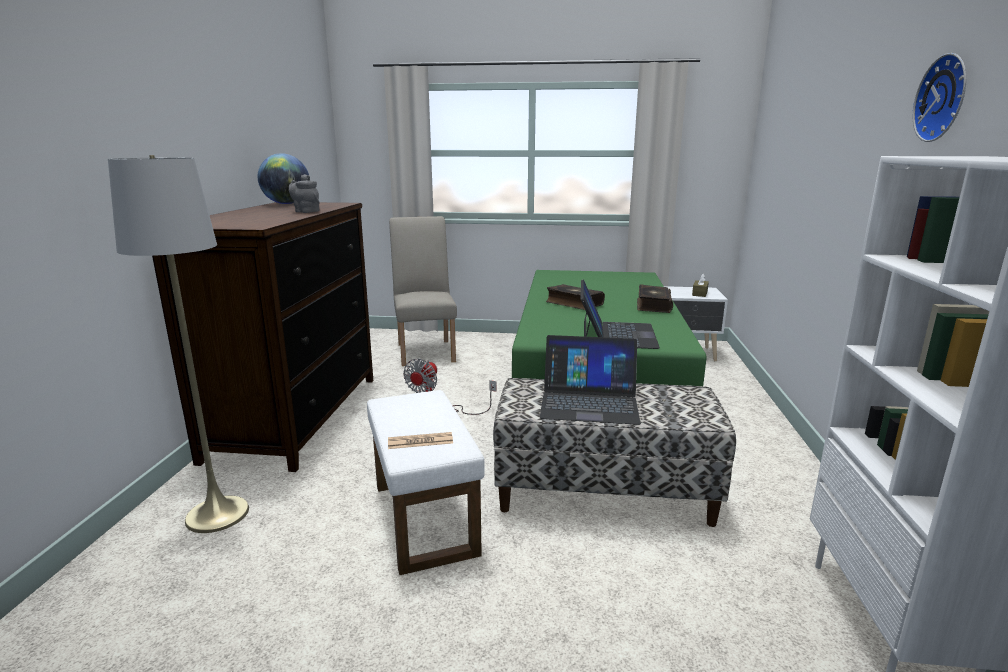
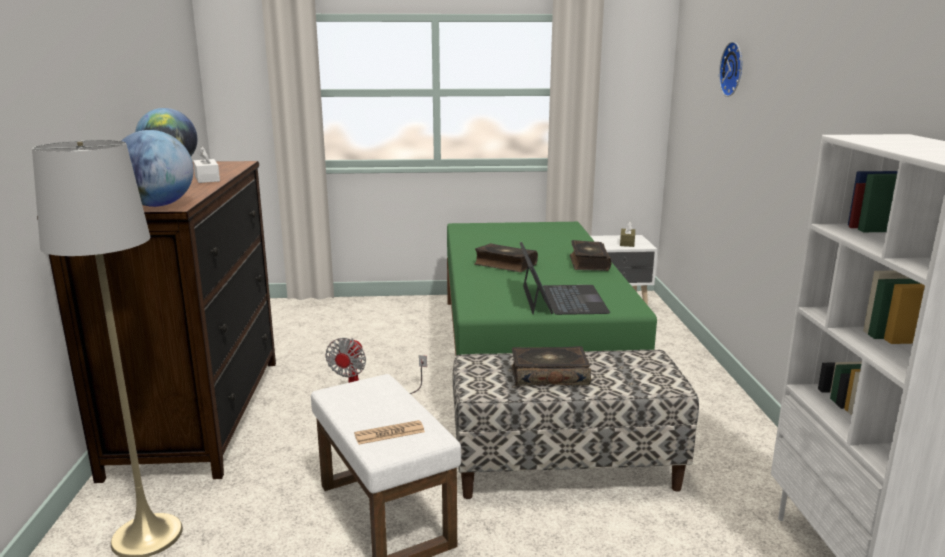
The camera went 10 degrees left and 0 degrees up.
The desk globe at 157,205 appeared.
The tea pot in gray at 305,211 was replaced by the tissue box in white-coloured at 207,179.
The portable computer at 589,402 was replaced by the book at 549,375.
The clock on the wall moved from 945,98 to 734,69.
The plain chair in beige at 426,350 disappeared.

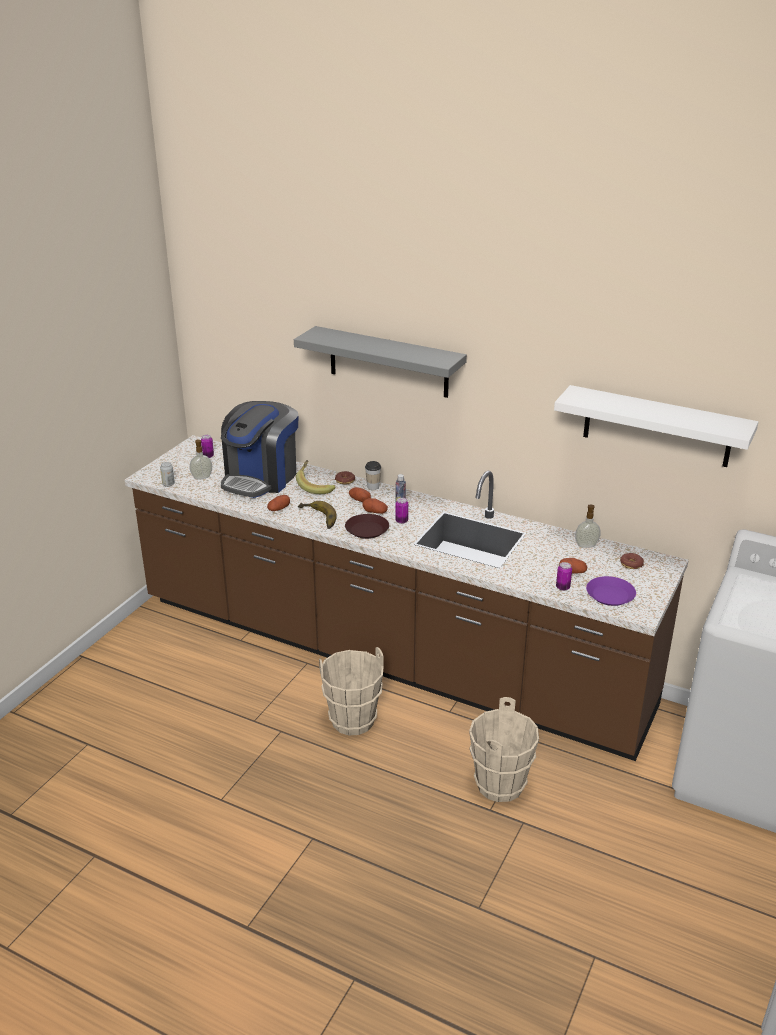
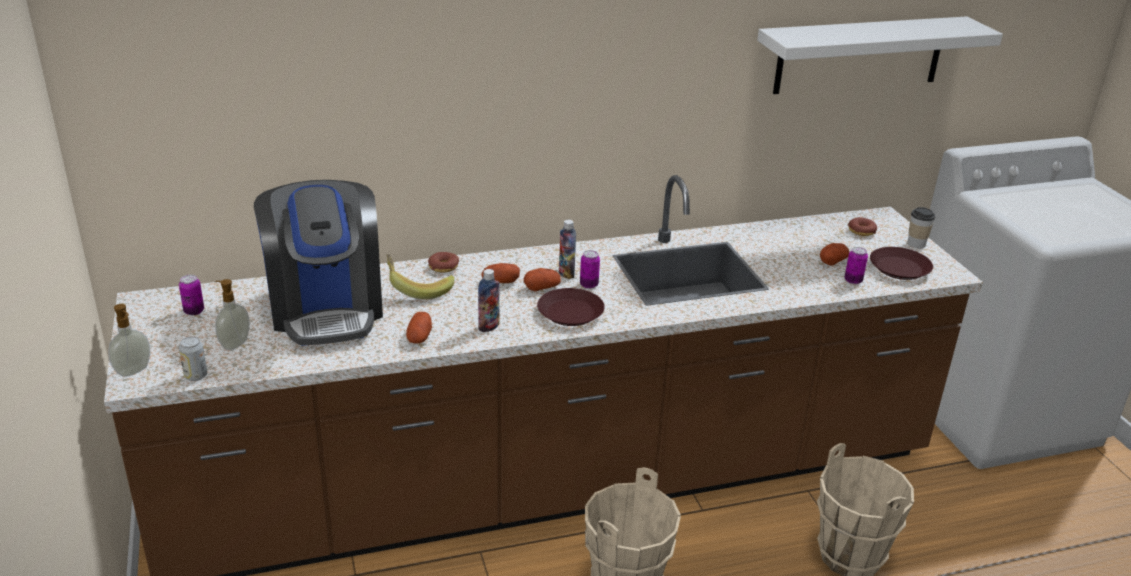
The camera went 45 degrees left and 0 degrees up.
The soap bottle moved from 586,546 to 134,371.
The banana at 317,518 was replaced by the drink bottle at 489,326.
The dinner plate in purple-coloured at 610,595 became the dinner plate in brownish at 899,268.
The small cup moved from 373,486 to 916,244.
The shelf in gray at 388,362 disappeared.

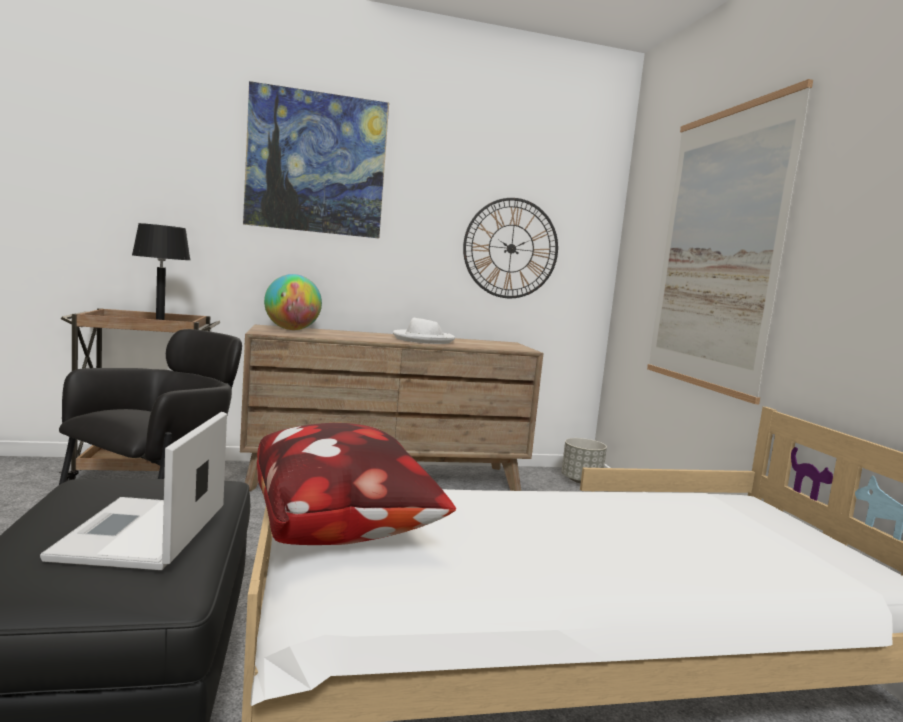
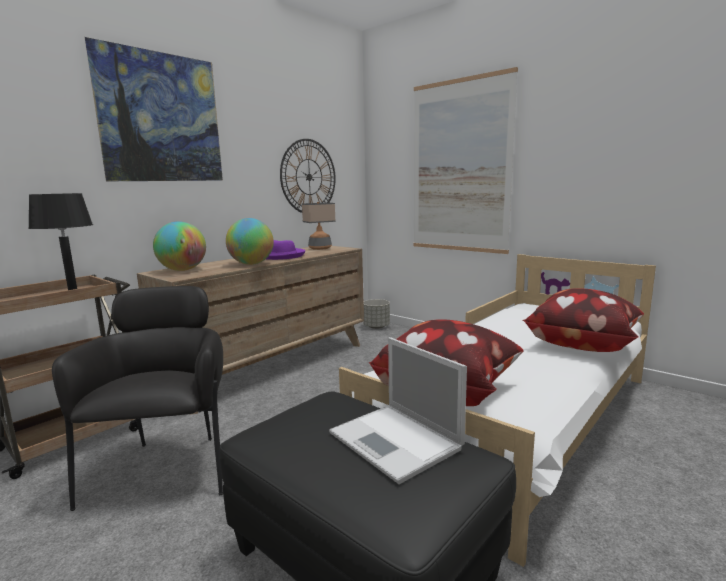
The camera went 35 degrees left and 5 degrees up.
The desk globe at 251,264 appeared.
The hat in white-coloured at 423,340 became the hat in purple-coloured at 281,256.
The lamp for a table at 320,248 appeared.
The throw pillow at 581,344 appeared.

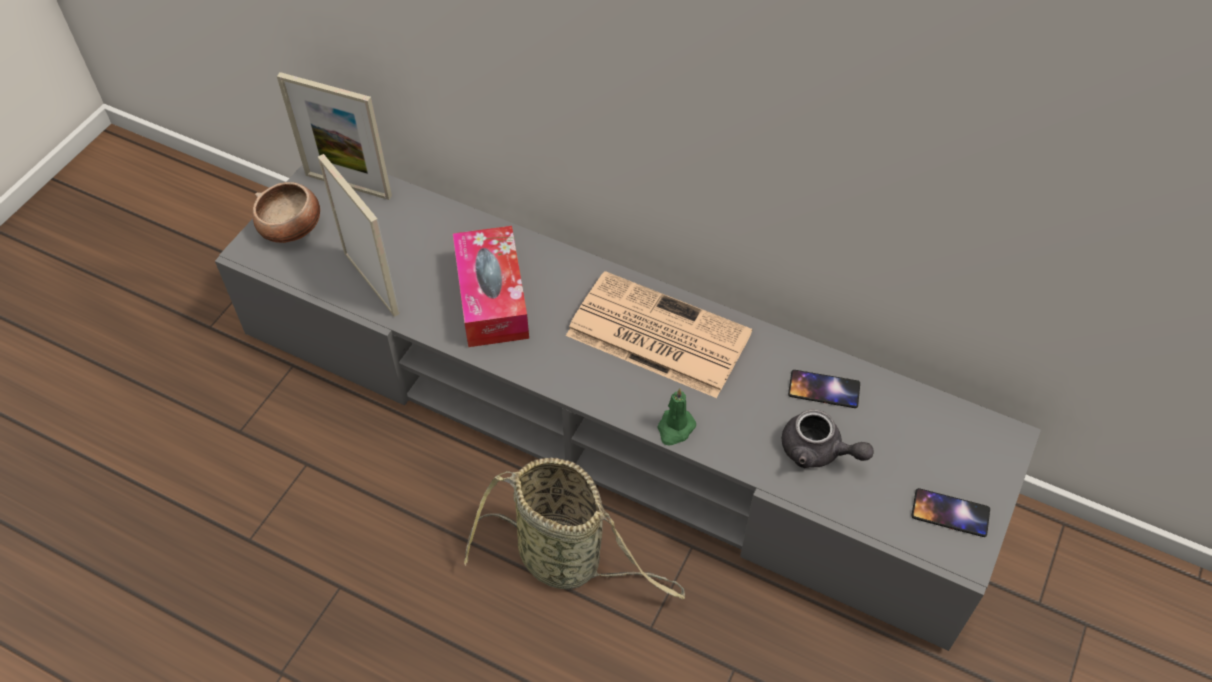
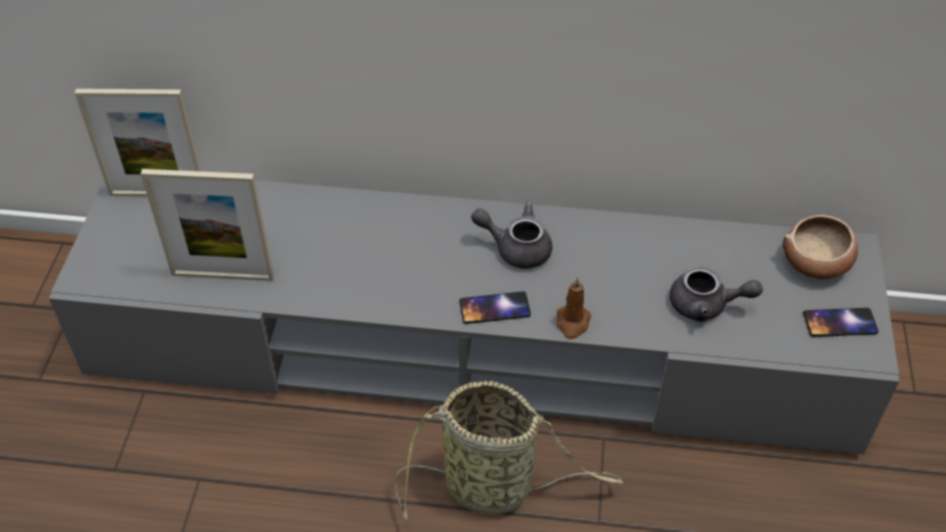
The camera went 20 degrees left and 5 degrees down.
The standing frame at 371,283 turned 150 degrees clockwise.
The telephone moved from 824,389 to 494,308.
The newspaper at 655,334 was replaced by the tea pot in gray at 516,248.
The candle in green-coloured at 675,428 became the candle in brownish at 572,323.
The deep dish moved from 292,228 to 816,263.
The tissue box at 492,297 disappeared.

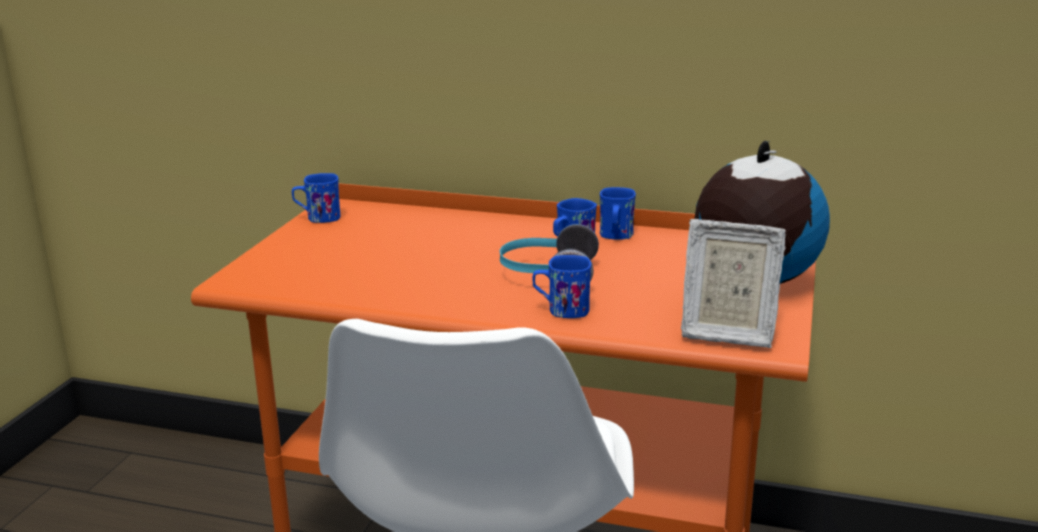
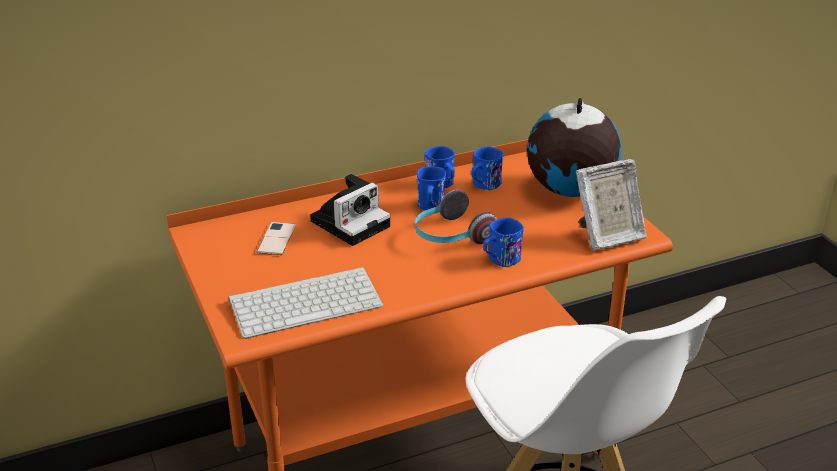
The camera went 40 degrees left and 10 degrees up.
The PC keyboard at 307,302 appeared.
The telephone at 276,239 appeared.
The photo camera at 351,222 appeared.
The mug in blue moved from 318,218 to 483,185.

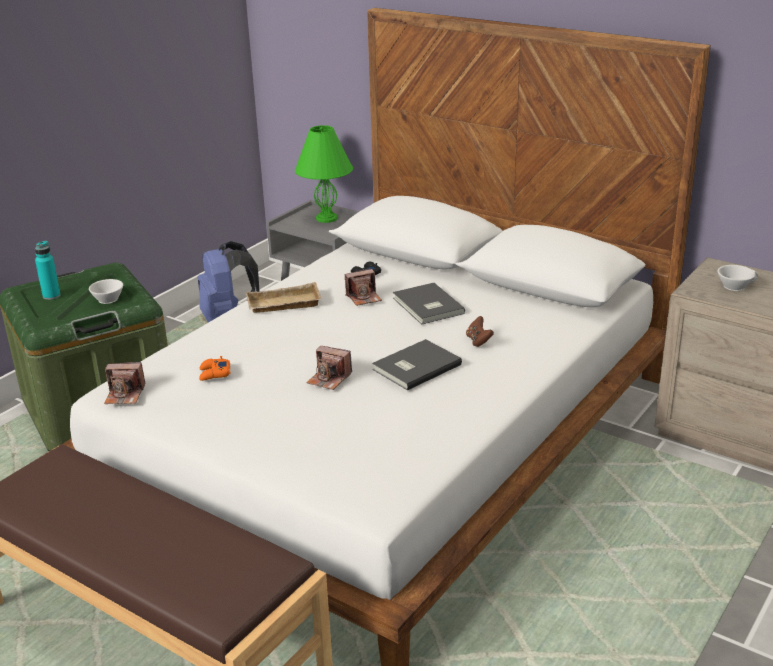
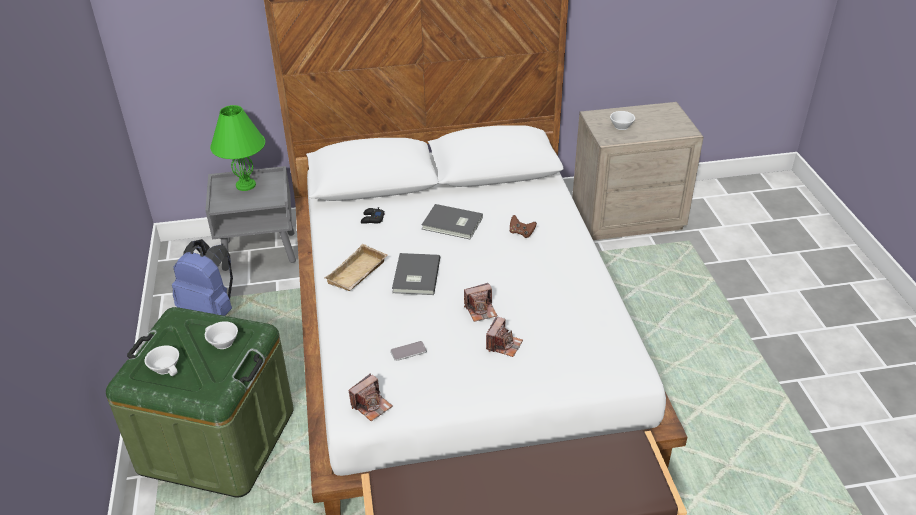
The camera went 45 degrees left and 10 degrees up.
The drink bottle in blue-green at 51,296 was replaced by the small cup in white-coloured at 166,367.
The joypad in orange-coloured at 214,373 was replaced by the telephone at 408,351.
The book in gray moved from 414,367 to 415,276.
The photo camera moved from 364,297 to 503,345.

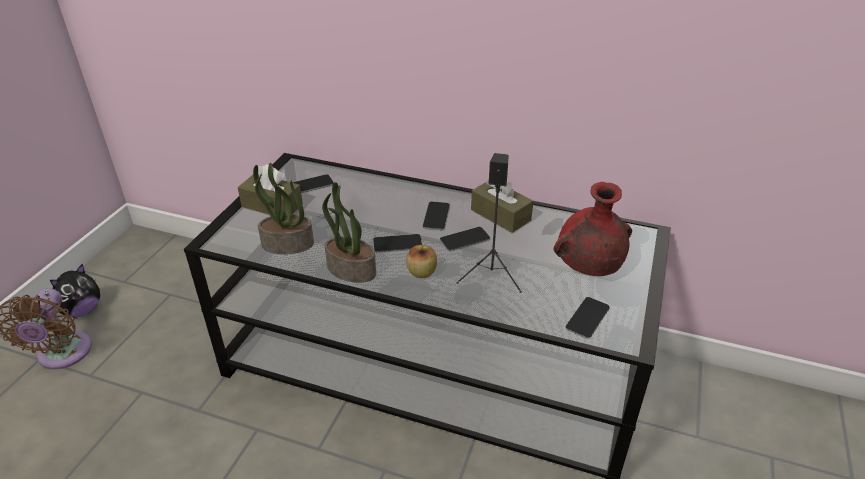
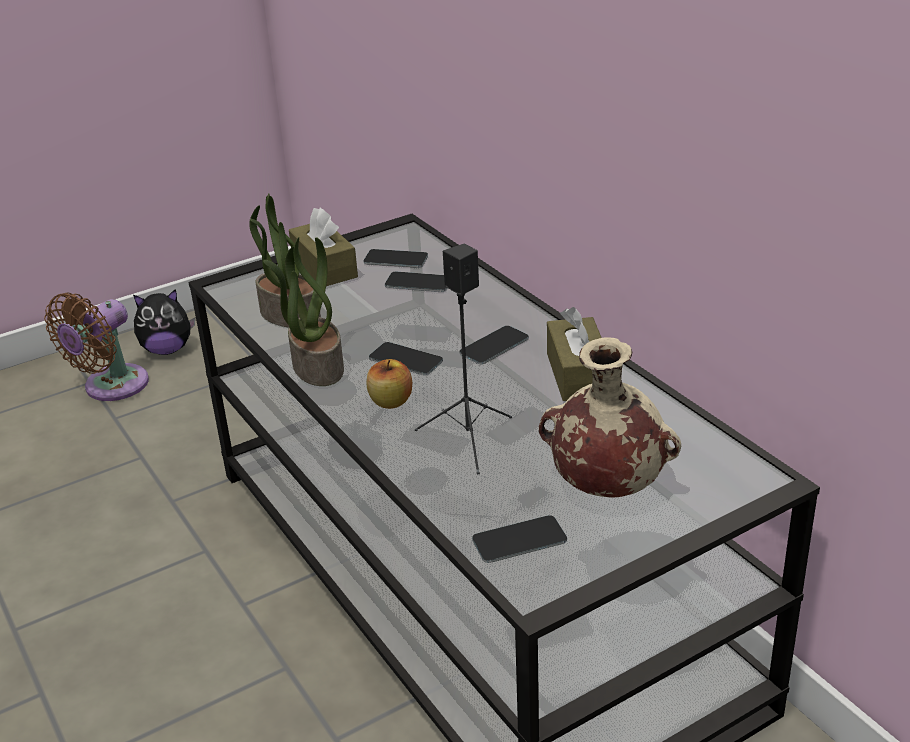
The camera went 40 degrees right and 5 degrees down.
The telephone moved from 465,239 to 418,282.
The flower vase in reddish at 587,269 became the flower vase in beige at 605,486.

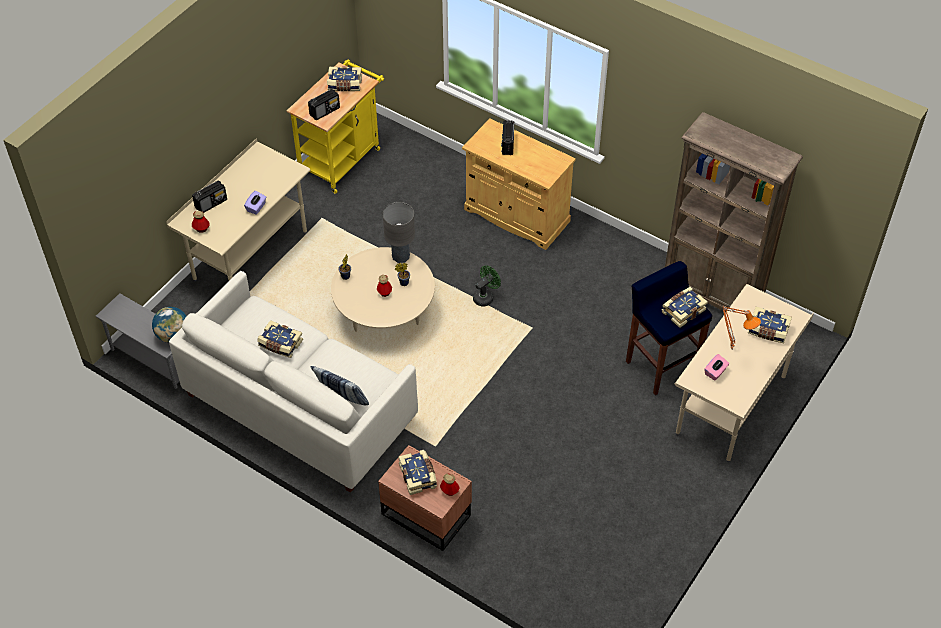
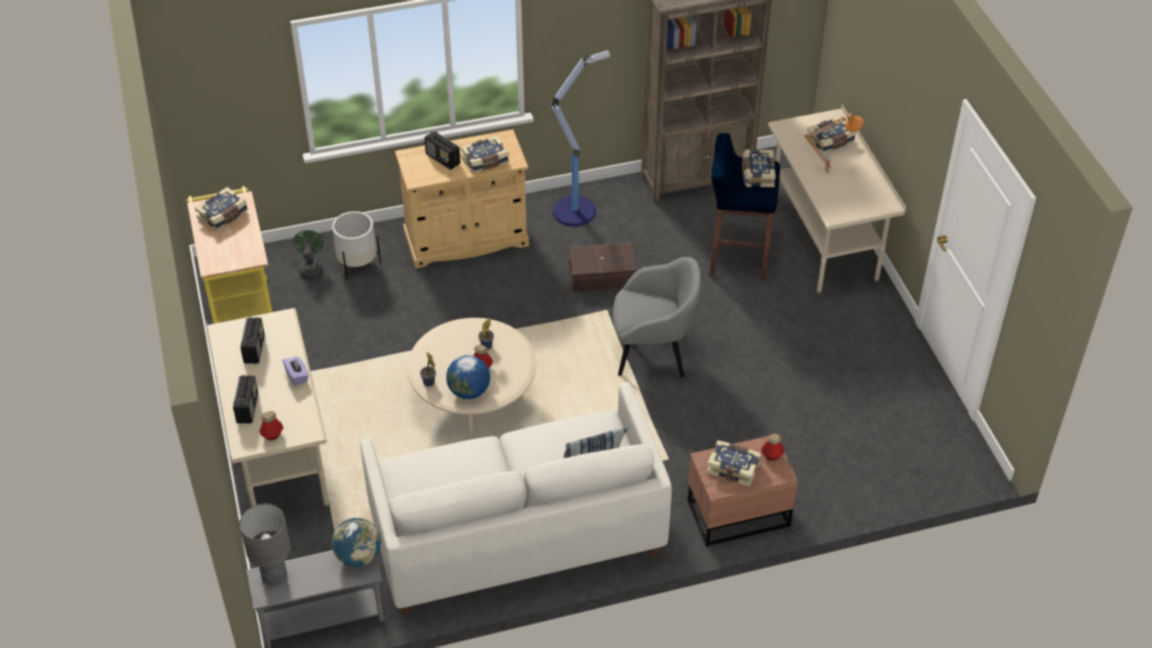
The camera went 50 degrees left and 5 degrees down.
The lamp for a table in gray moved from 400,257 to 274,576.
The radio moved from 325,111 to 254,349.
The cooling fan in green-coloured moved from 485,296 to 311,268.
The plant pot in white-coloured at 357,264 appeared.
The desk globe at 469,391 appeared.
The book moved from 280,344 to 485,161.
The floor lamp at 576,210 appeared.
The storage box in brownish at 602,276 appeared.
The lounge chair in gray at 653,352 appeared.
The tissue box in pink-coloured at 715,372 disappeared.

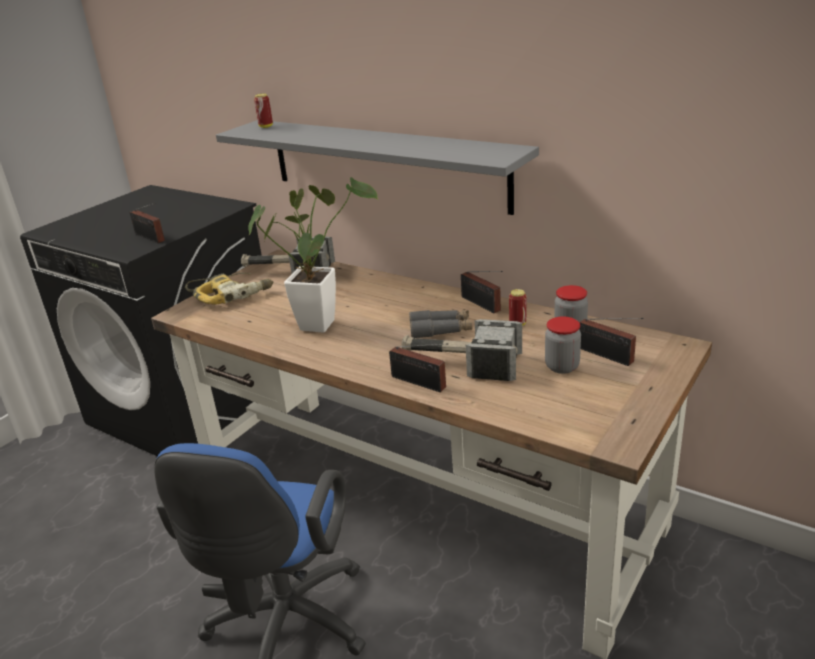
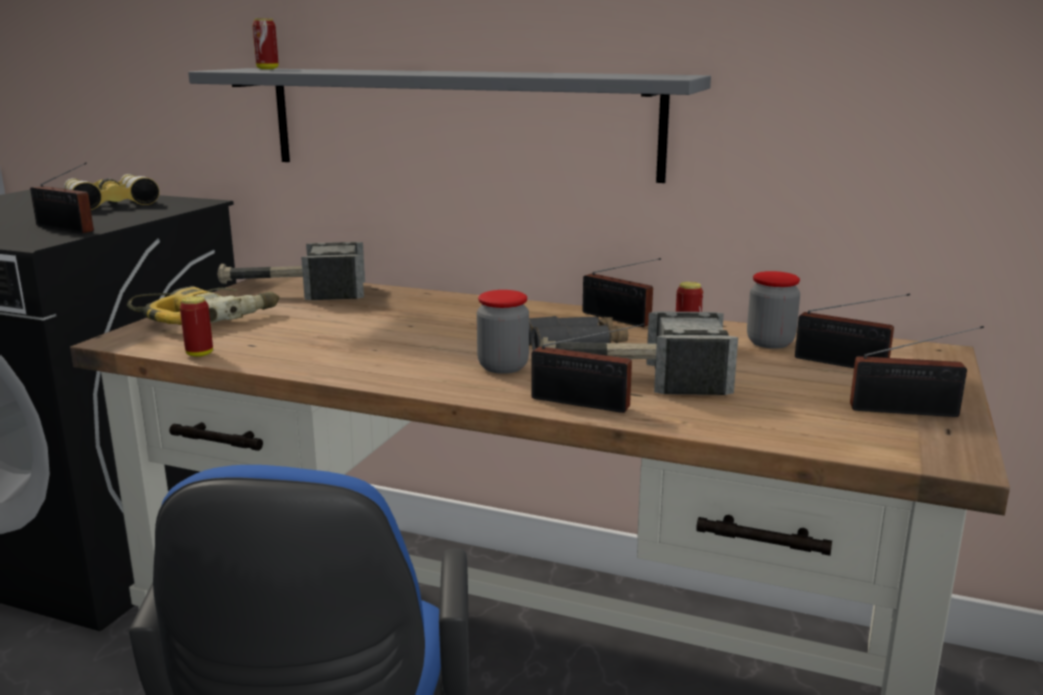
The camera went 15 degrees left and 10 degrees down.
The binoculars at 110,202 appeared.
The metal can at 199,354 appeared.
The jar moved from 562,366 to 503,367.
The radio at 910,411 appeared.
The houseplant at 321,321 disappeared.

